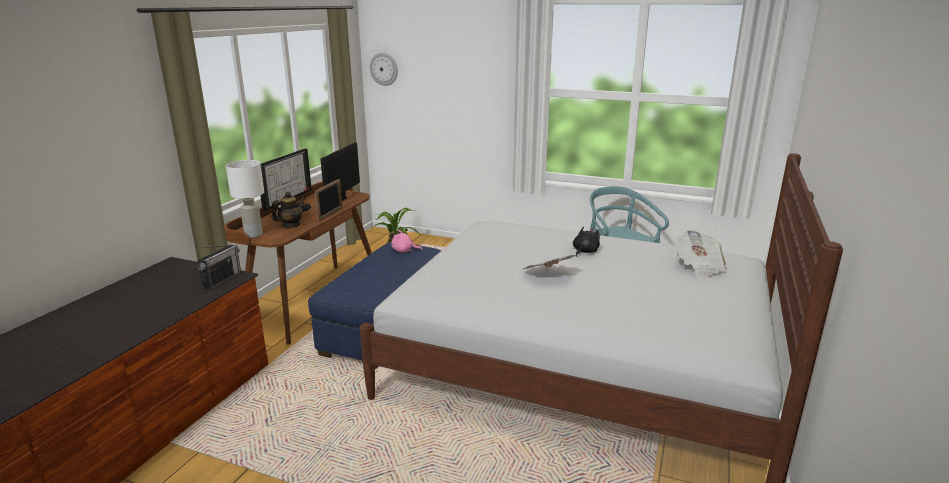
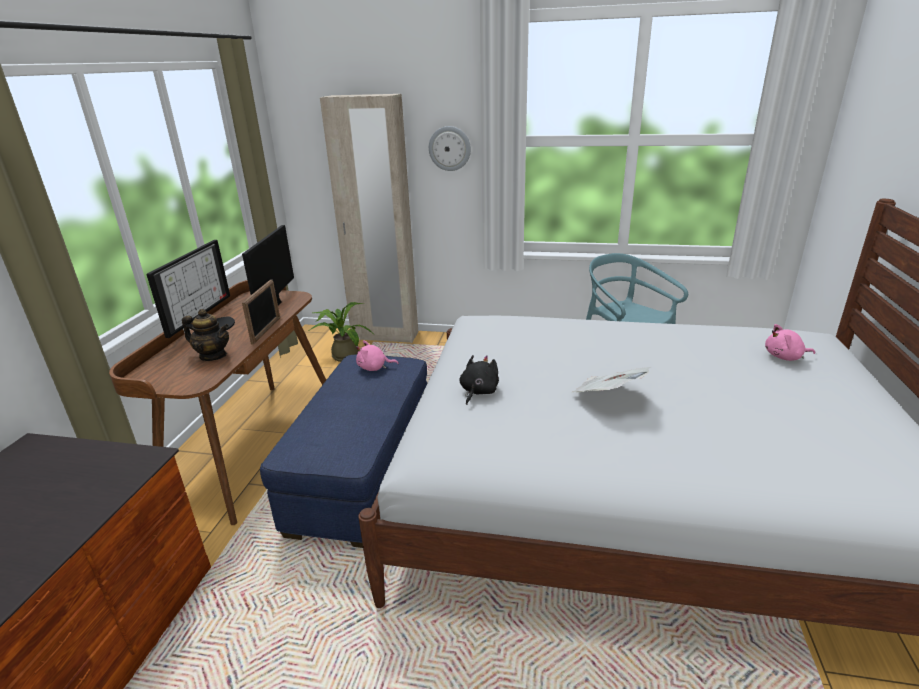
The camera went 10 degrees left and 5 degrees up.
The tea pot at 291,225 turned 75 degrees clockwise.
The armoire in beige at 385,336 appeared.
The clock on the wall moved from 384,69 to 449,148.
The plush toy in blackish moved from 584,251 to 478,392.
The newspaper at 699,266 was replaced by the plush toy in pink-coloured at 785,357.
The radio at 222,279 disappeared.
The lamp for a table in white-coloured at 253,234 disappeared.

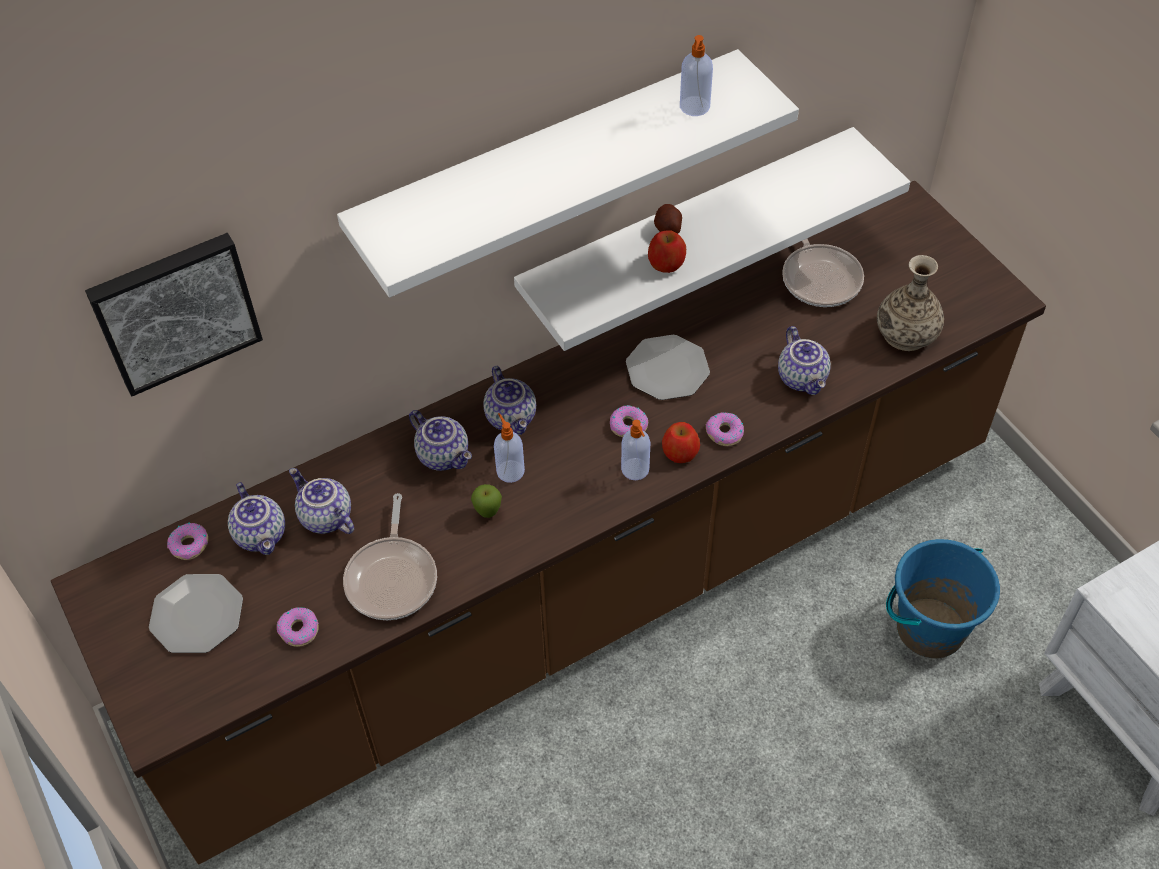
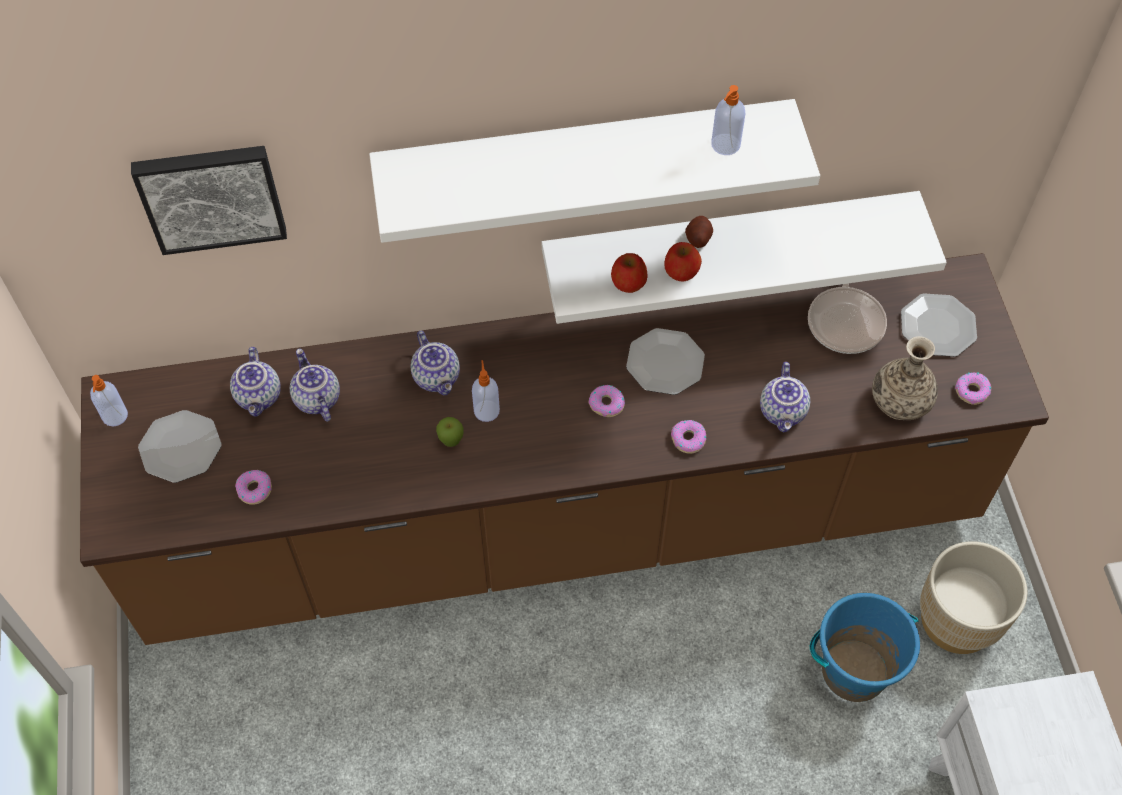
The camera went 20 degrees right and 5 degrees up.
The soap bottle moved from 635,470 to 115,416.
The apple fruit moved from 680,451 to 629,281.
The dinner plate at 938,326 appeared.
The plant pot in beige at 957,620 appeared.
The ring doughnut moved from 189,545 to 972,391.
The pan at 392,577 disappeared.
The tea pot at 512,417 disappeared.

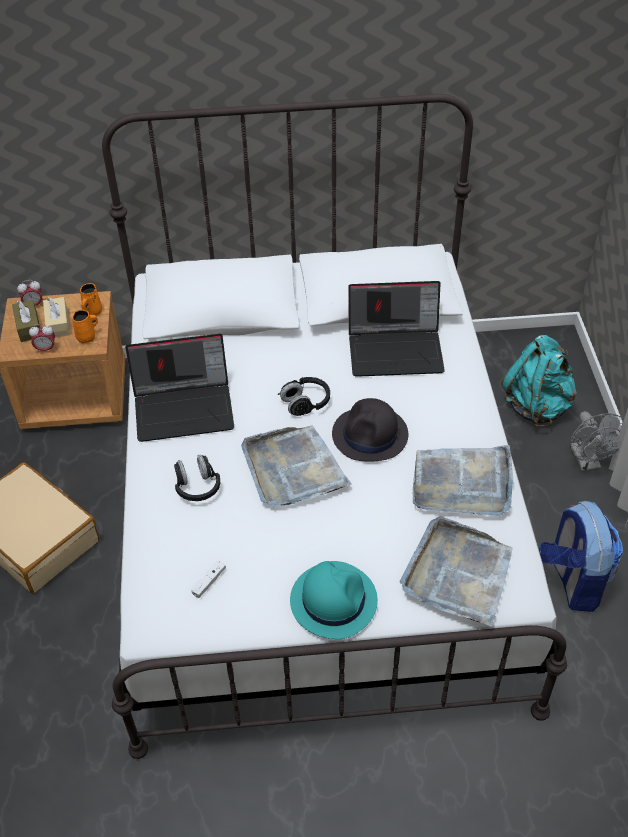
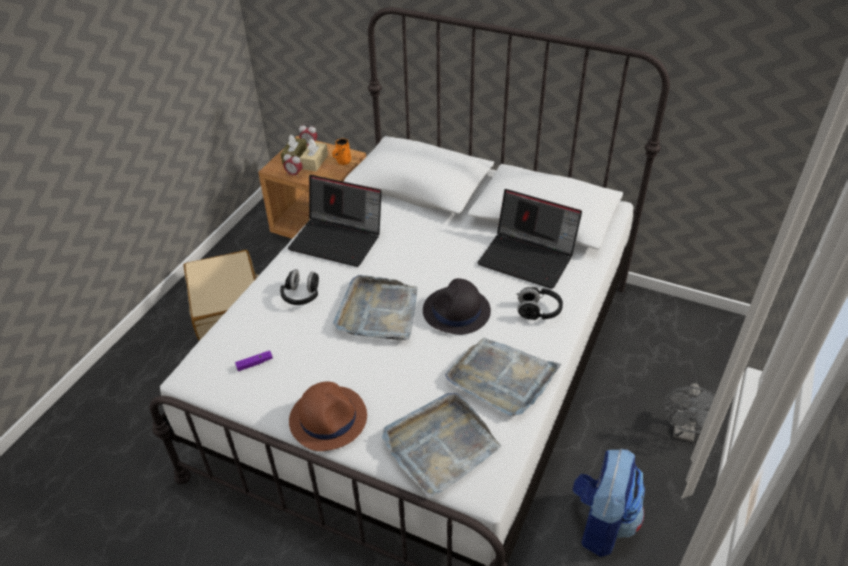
The camera went 30 degrees right and 5 degrees down.
The joypad in white-coloured at 209,582 became the joypad in purple-coloured at 254,363.
The hat in blue-green at 333,600 became the hat in brownish at 328,418.
The headphones in blackish moved from 306,403 to 538,311.
The mug in orange-coloured at 87,337 disappeared.
The knapsack in blue-green at 537,405 disappeared.

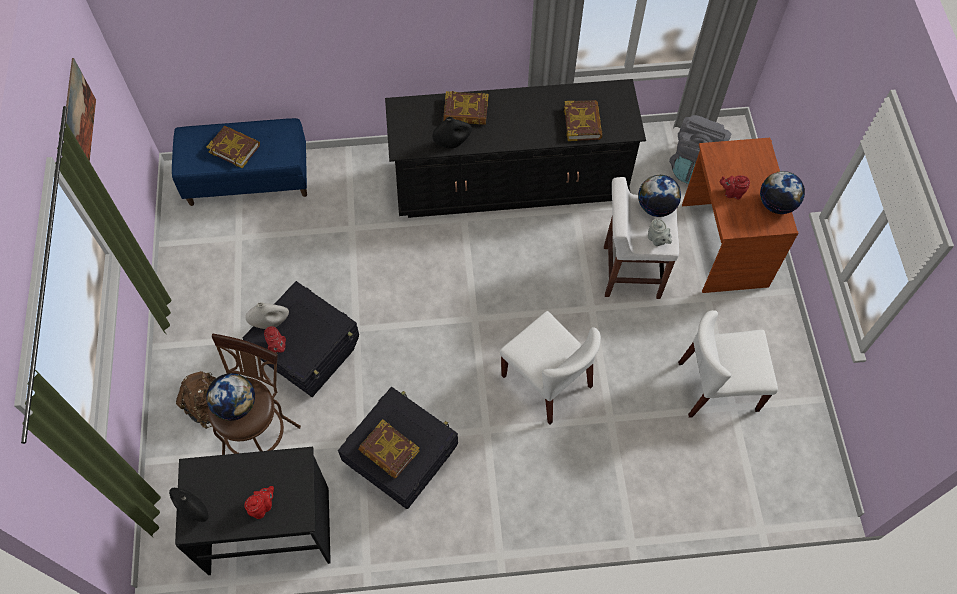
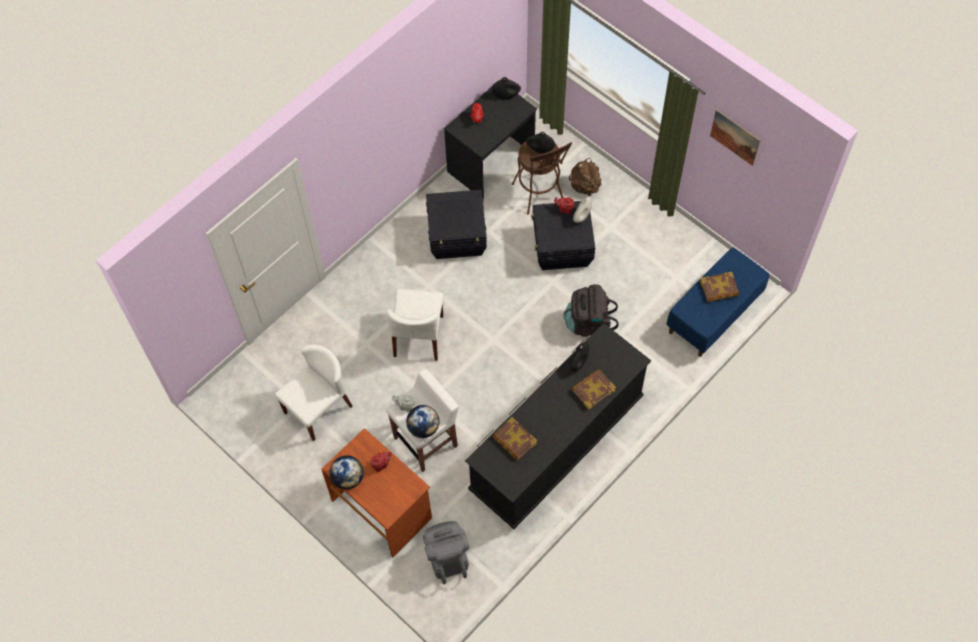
The camera went 140 degrees right and 0 degrees up.
The plain chair in white-coloured at 547,381 turned 90 degrees counterclockwise.
The desk globe at 236,405 was replaced by the flower vase in blackish at 540,150.
The knapsack in blackish at 588,323 appeared.
The book at 389,451 disappeared.

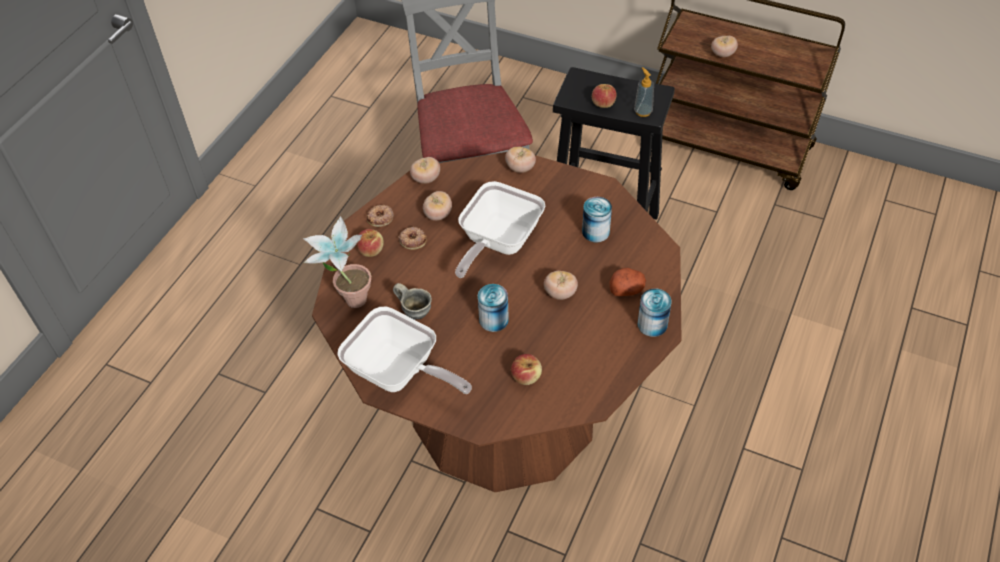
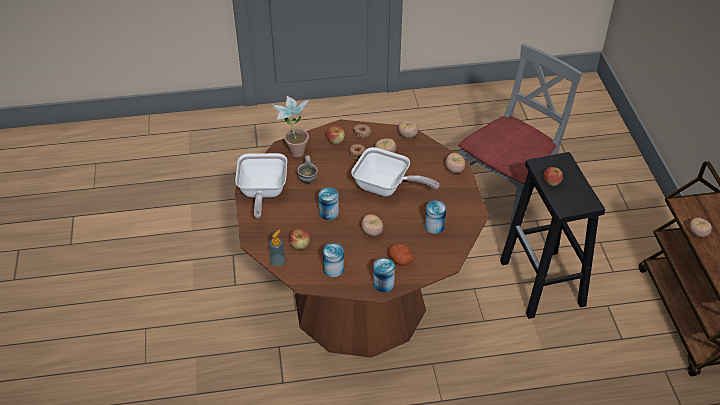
The camera went 55 degrees right and 5 degrees down.
The soap bottle moved from 643,111 to 278,262.
The metal can at 333,269 appeared.
The pan at 497,243 turned 150 degrees counterclockwise.

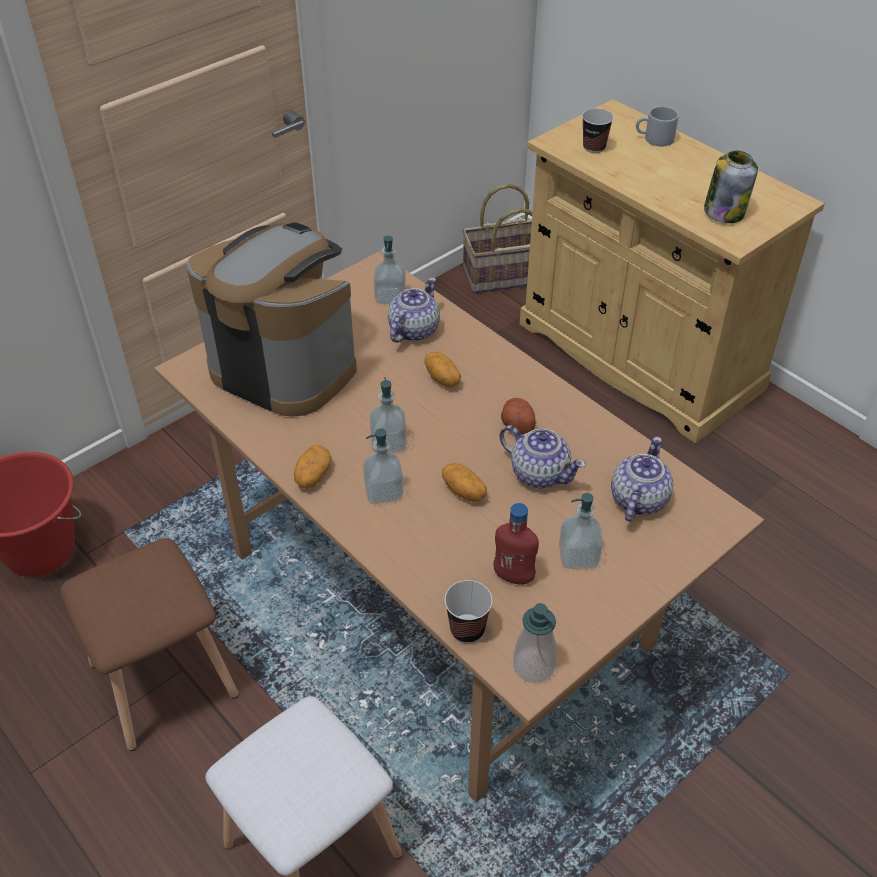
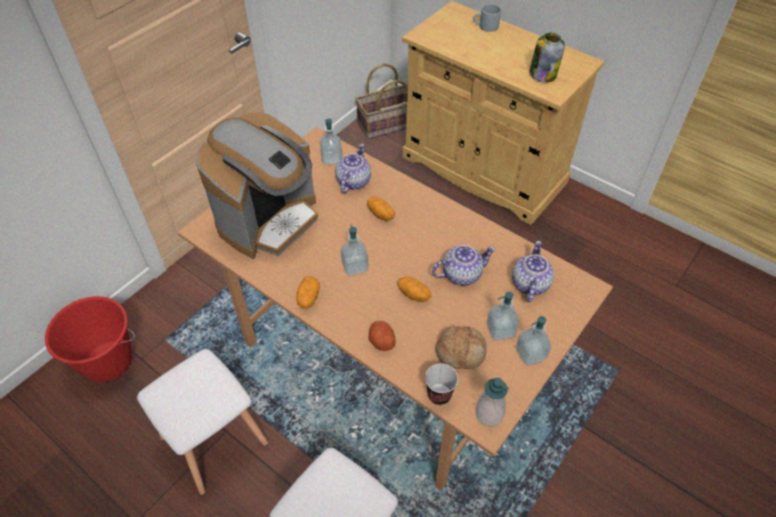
The camera went 10 degrees left and 5 degrees up.
The stool in brownish at 161,678 became the stool in white-coloured at 213,440.
The coffee maker at 283,367 turned 105 degrees clockwise.
The potato moved from 517,424 to 381,340.
The tea pot at 539,473 turned 45 degrees counterclockwise.
The drink bottle in reddish at 513,576 was replaced by the bread at 461,351.
The soap bottle moved from 384,492 to 530,354.
The small cup at 594,147 disappeared.

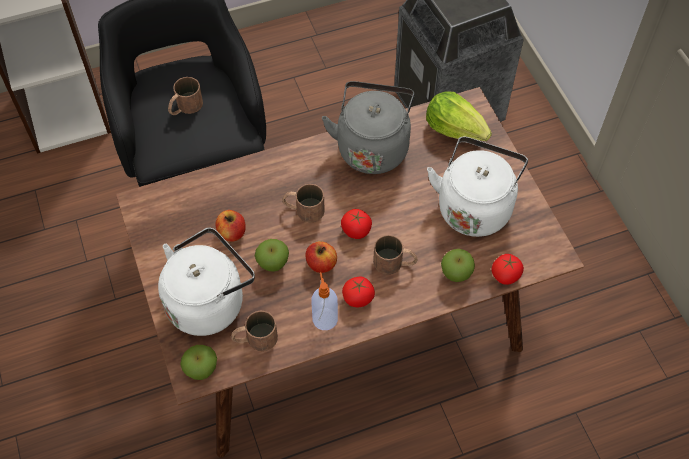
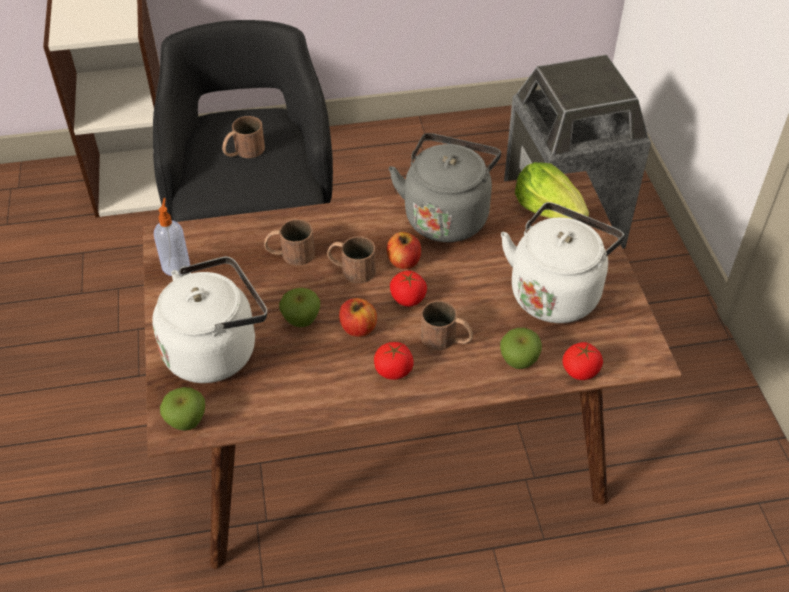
The camera went 10 degrees right and 10 degrees down.
The soap bottle moved from 324,318 to 176,265.
The mug in brownish moved from 254,339 to 290,254.
The apple fruit moved from 232,233 to 404,261.

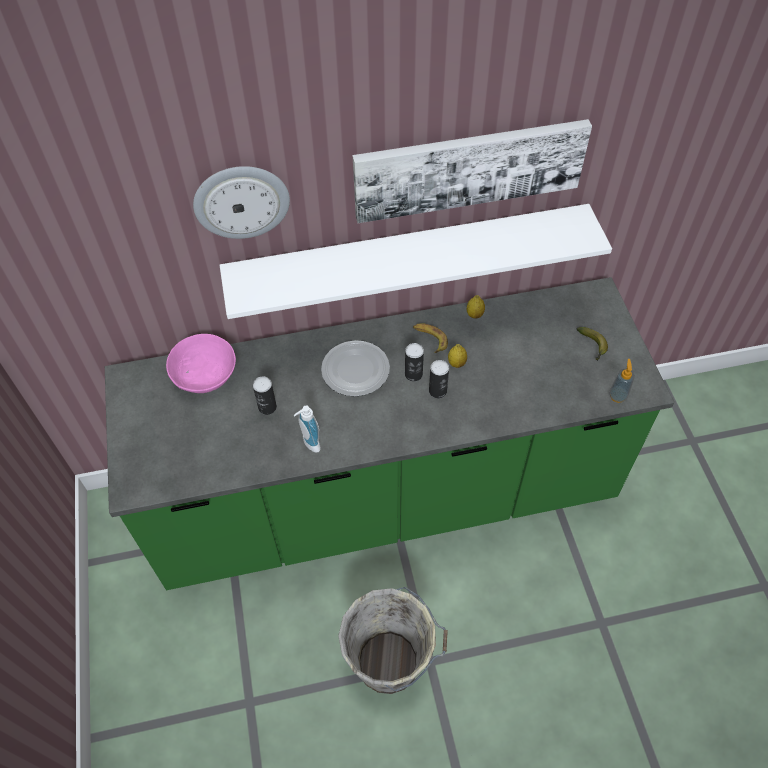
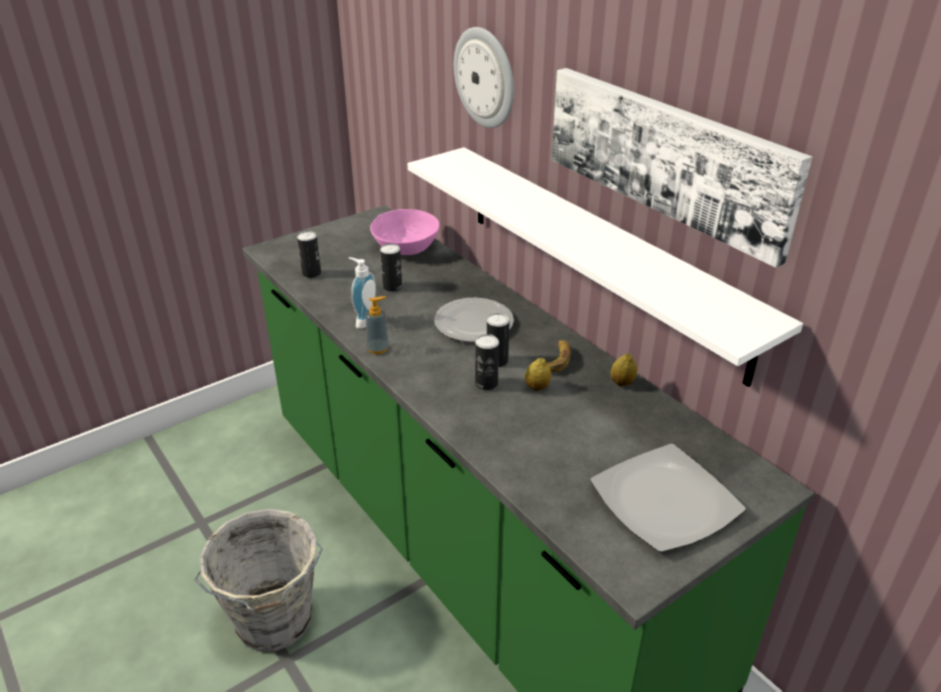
The camera went 65 degrees right and 20 degrees down.
The metal can at 311,273 appeared.
The soap bottle moved from 617,396 to 378,348.
The banana at 592,346 was replaced by the dinner plate at 665,500.

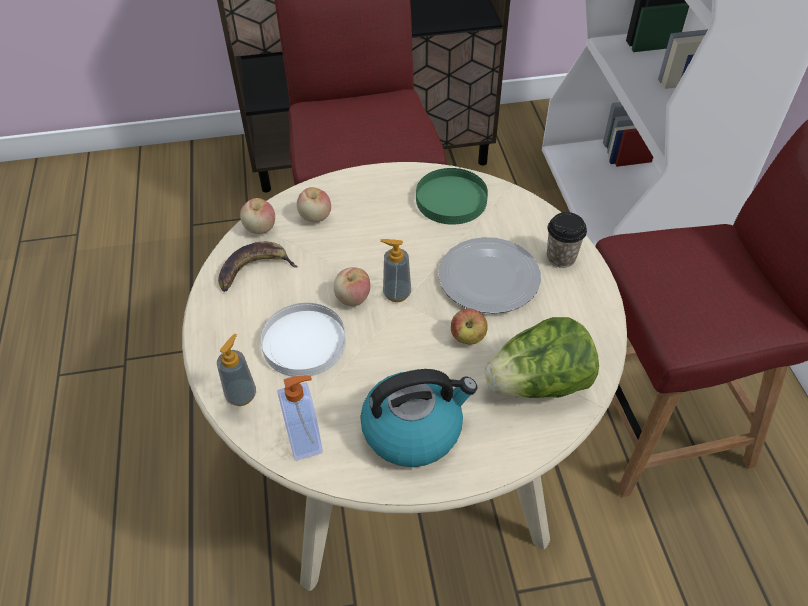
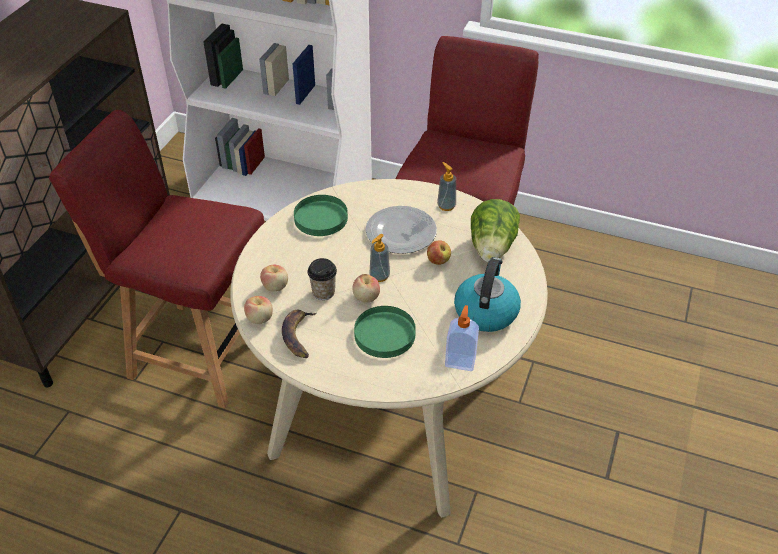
The camera went 60 degrees left and 5 degrees down.
The small cup moved from 561,257 to 323,292.
The dinner plate in white-coloured at 303,343 became the dinner plate in green-coloured at 384,334.
The soap bottle moved from 241,395 to 446,206.

